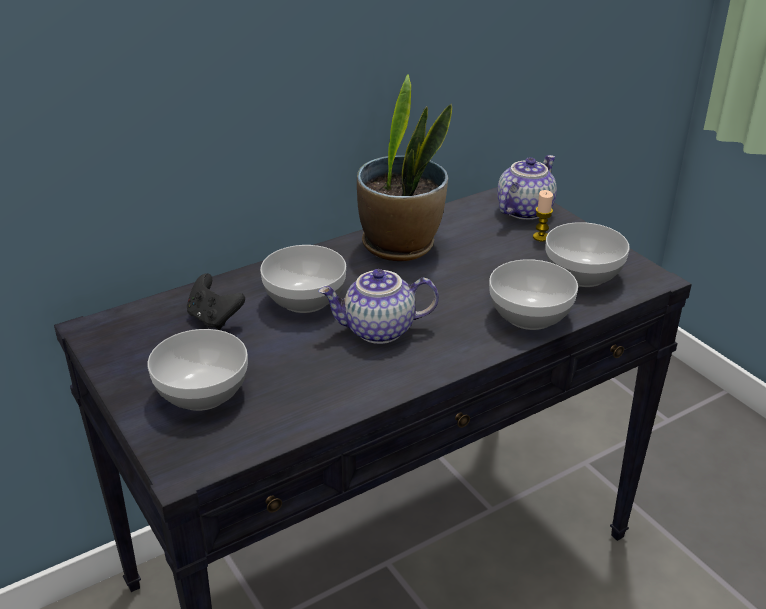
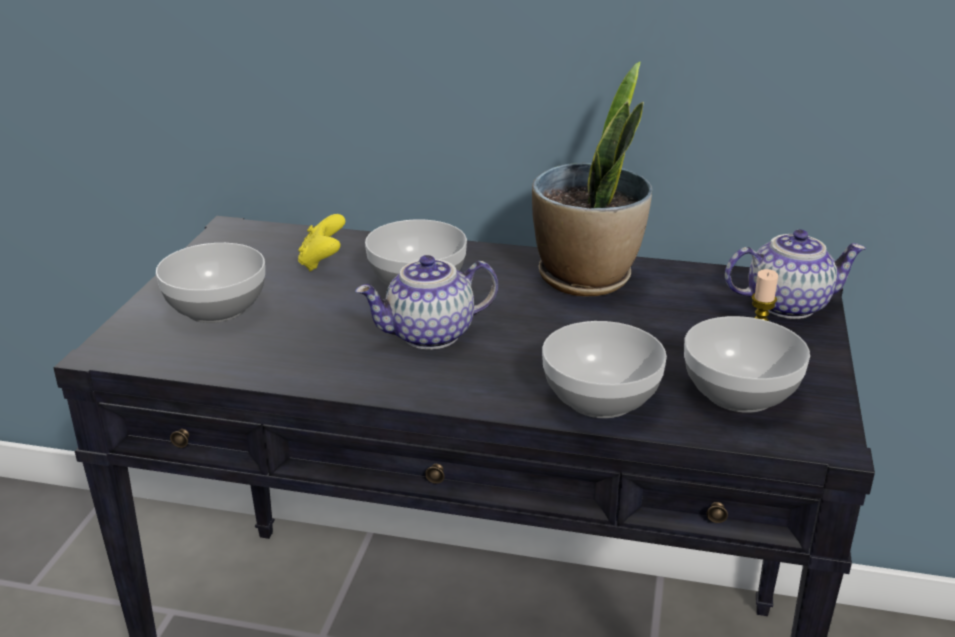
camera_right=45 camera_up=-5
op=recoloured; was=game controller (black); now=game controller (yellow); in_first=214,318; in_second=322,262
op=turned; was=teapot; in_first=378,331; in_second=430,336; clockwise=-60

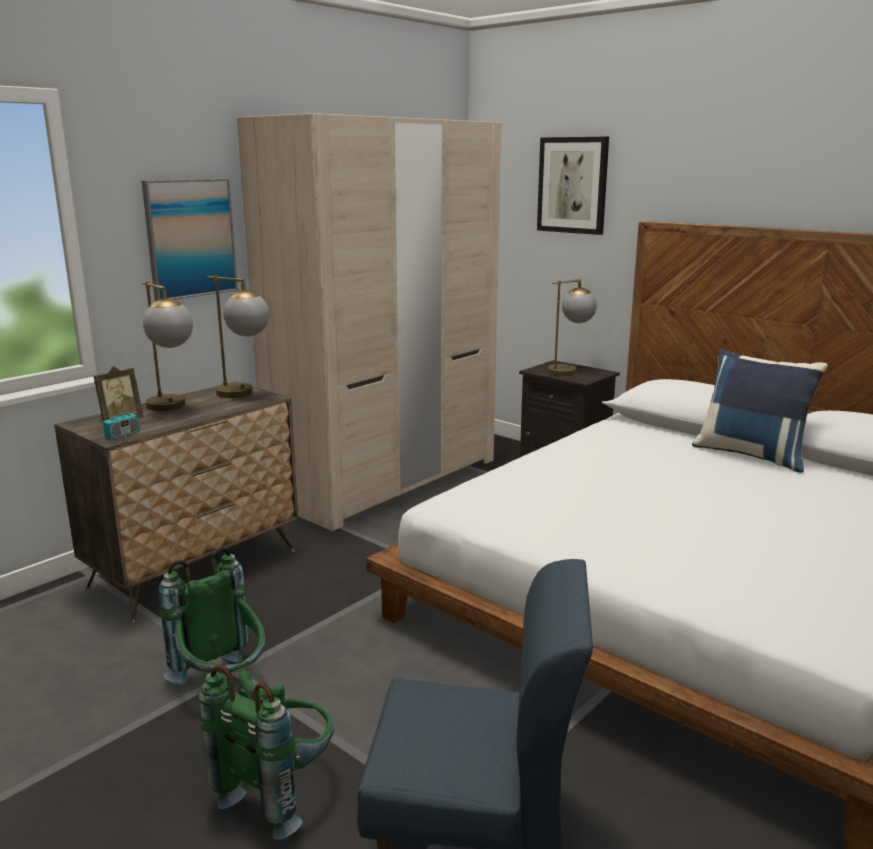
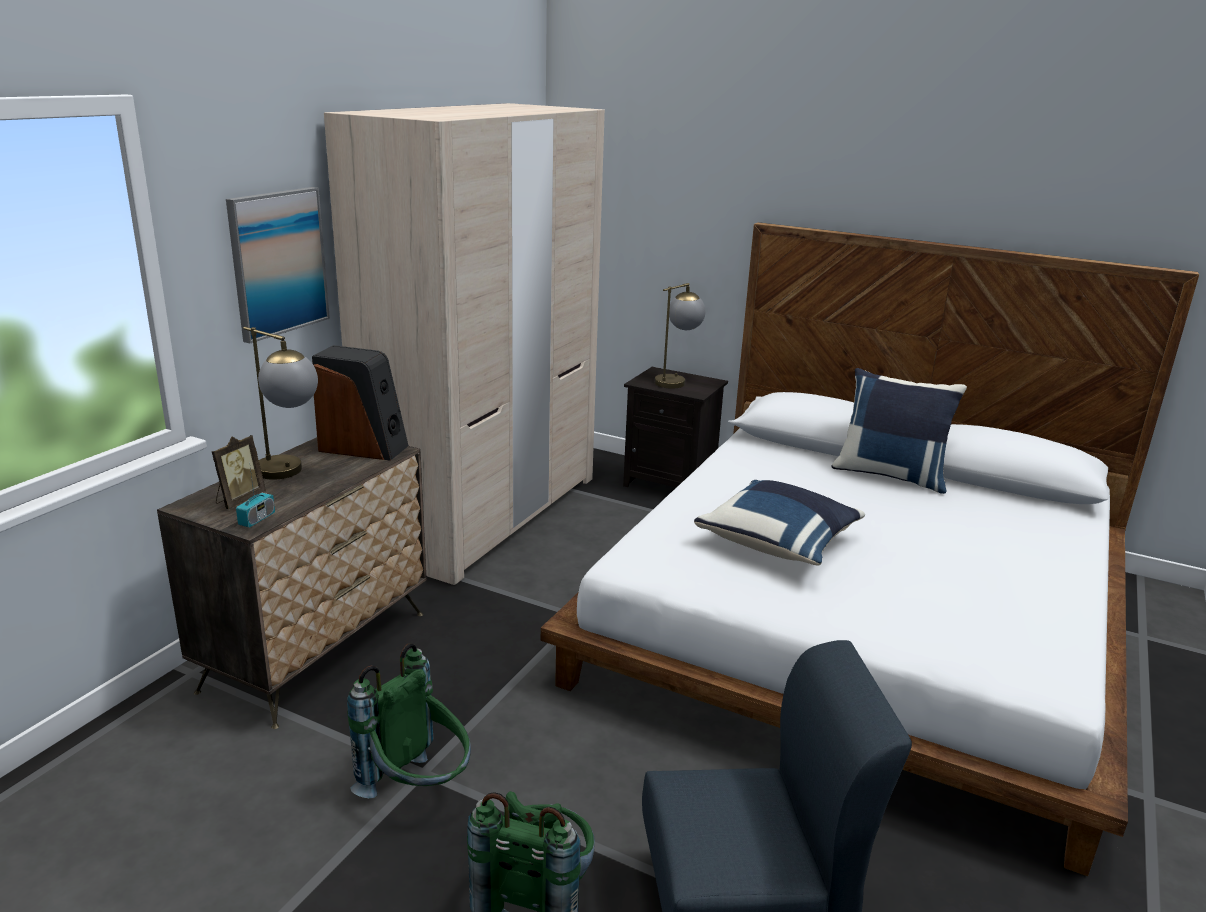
camera_right=-15 camera_up=5
op=replaced; was=table lamp; now=speaker; in_first=245,394; in_second=364,447
op=removed; was=picture; in_first=572,185
op=added; now=pillow (blue); in_second=779,543

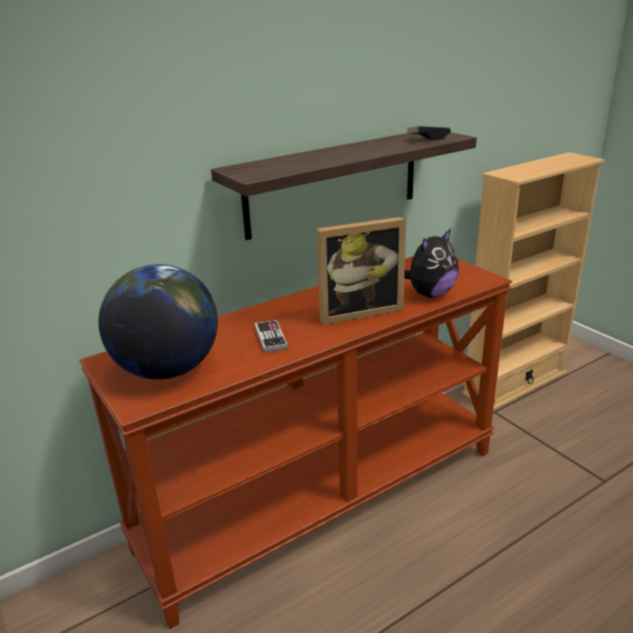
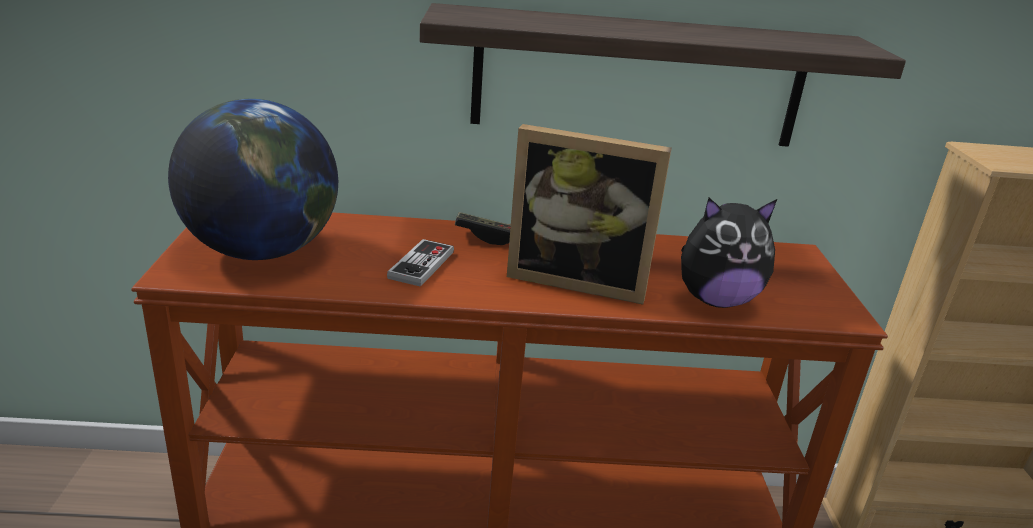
camera_right=30 camera_up=0
op=moved; was=game controller; in_first=428,138; in_second=487,237

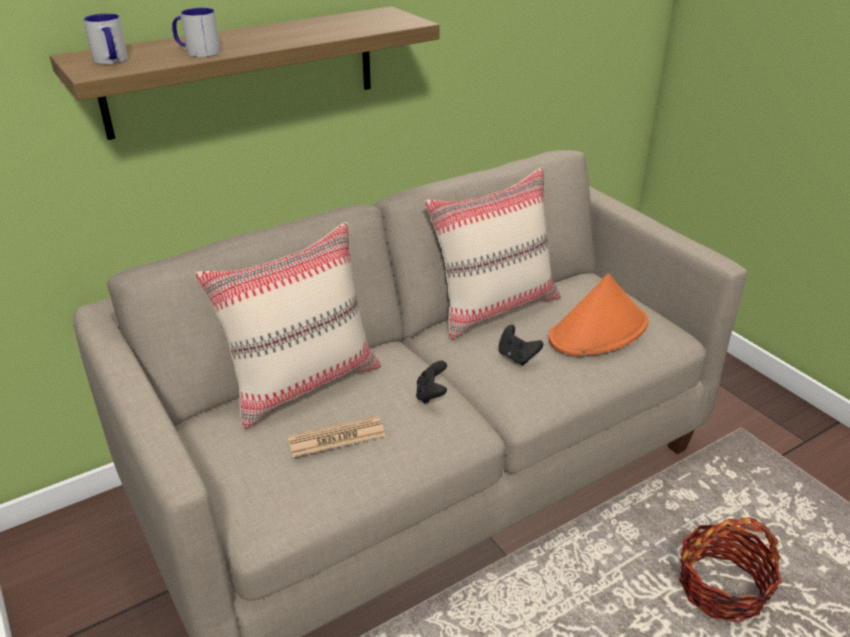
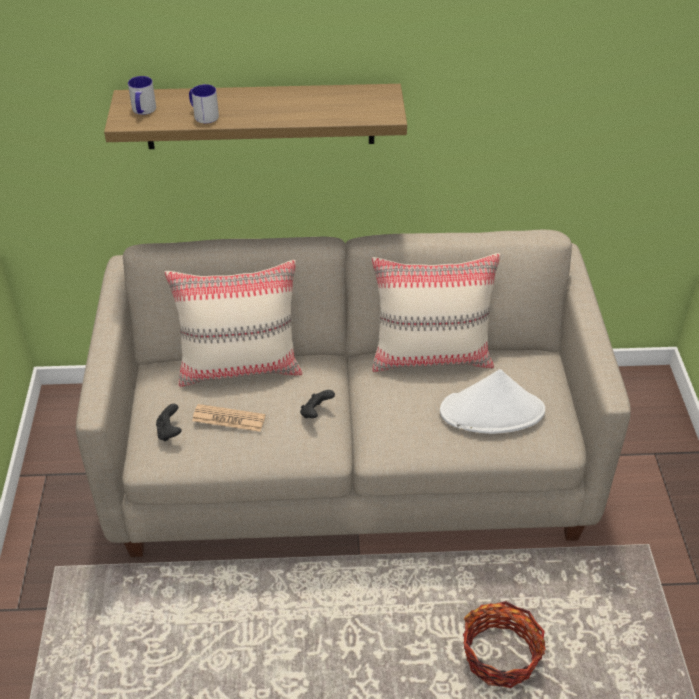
camera_right=30 camera_up=10
op=moved; was=game controller (black); in_first=517,357; in_second=169,432
op=recoloured; was=hat (orange); now=hat (white); in_first=599,331; in_second=492,411

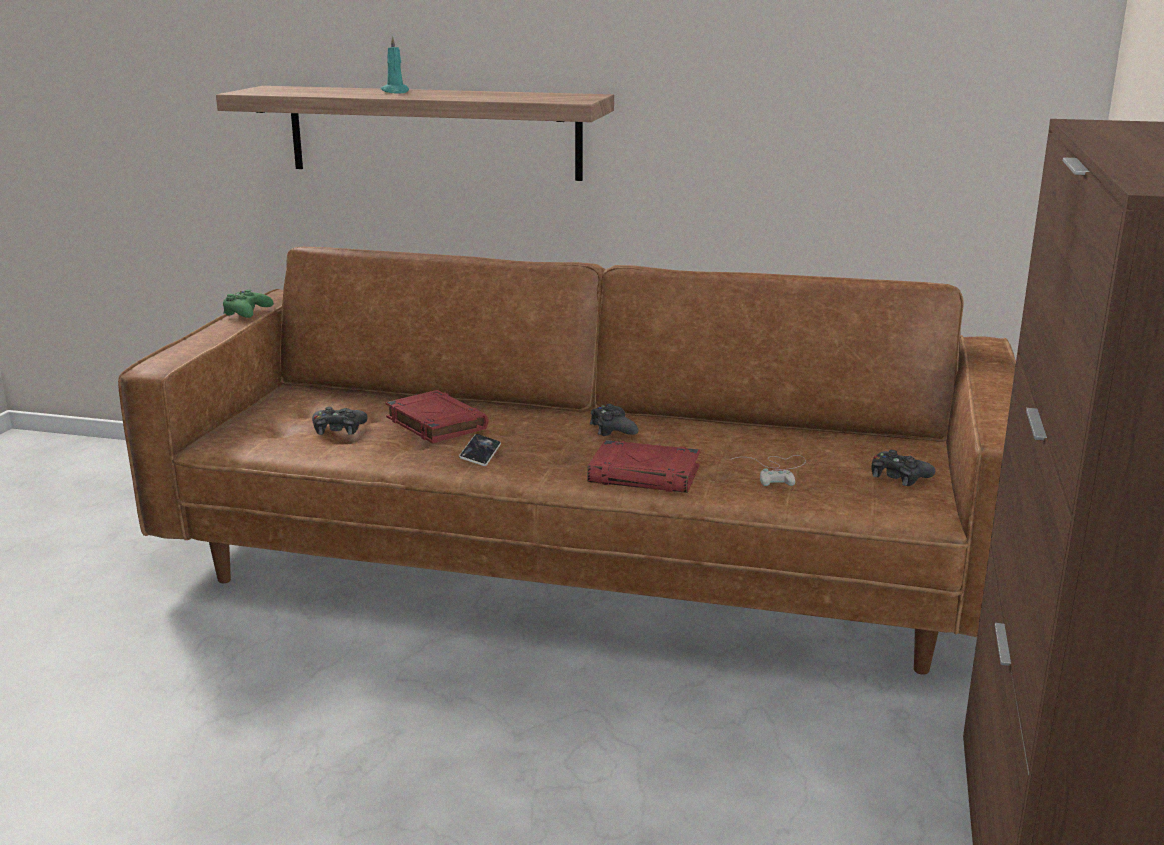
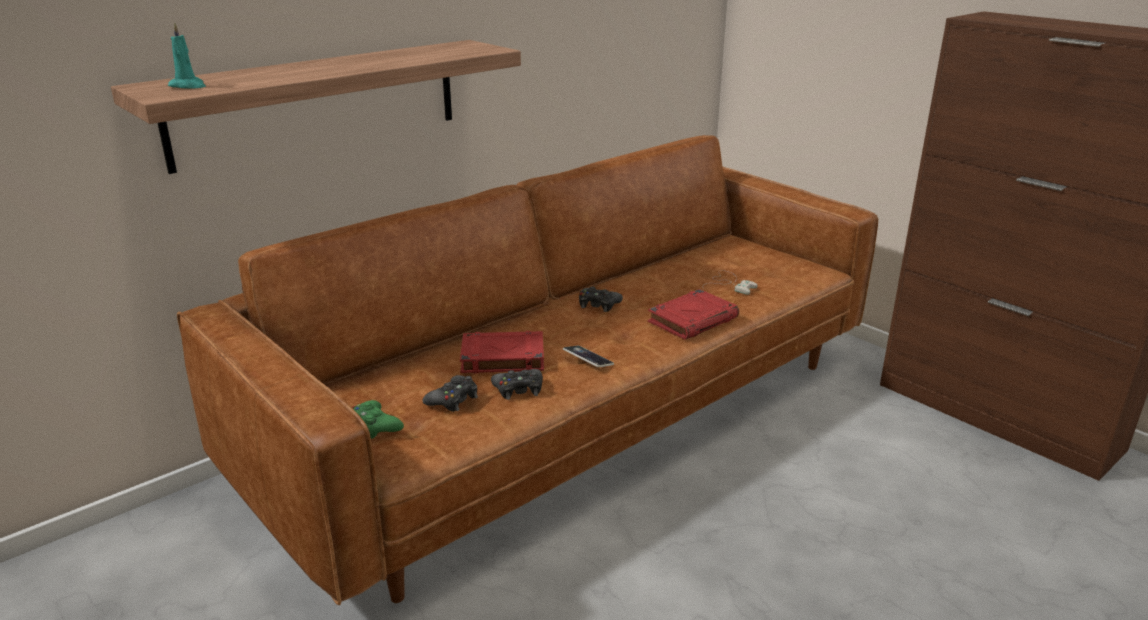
camera_right=-55 camera_up=5
op=moved; was=game controller (green); in_first=247,312; in_second=374,426
op=moved; was=candle (turquoise); in_first=395,92; in_second=188,86
op=moved; was=game controller (black); in_first=898,476; in_second=518,389

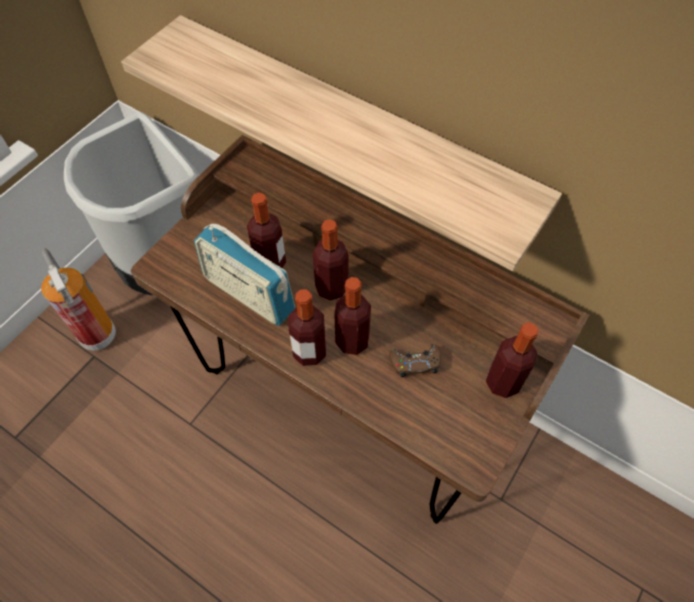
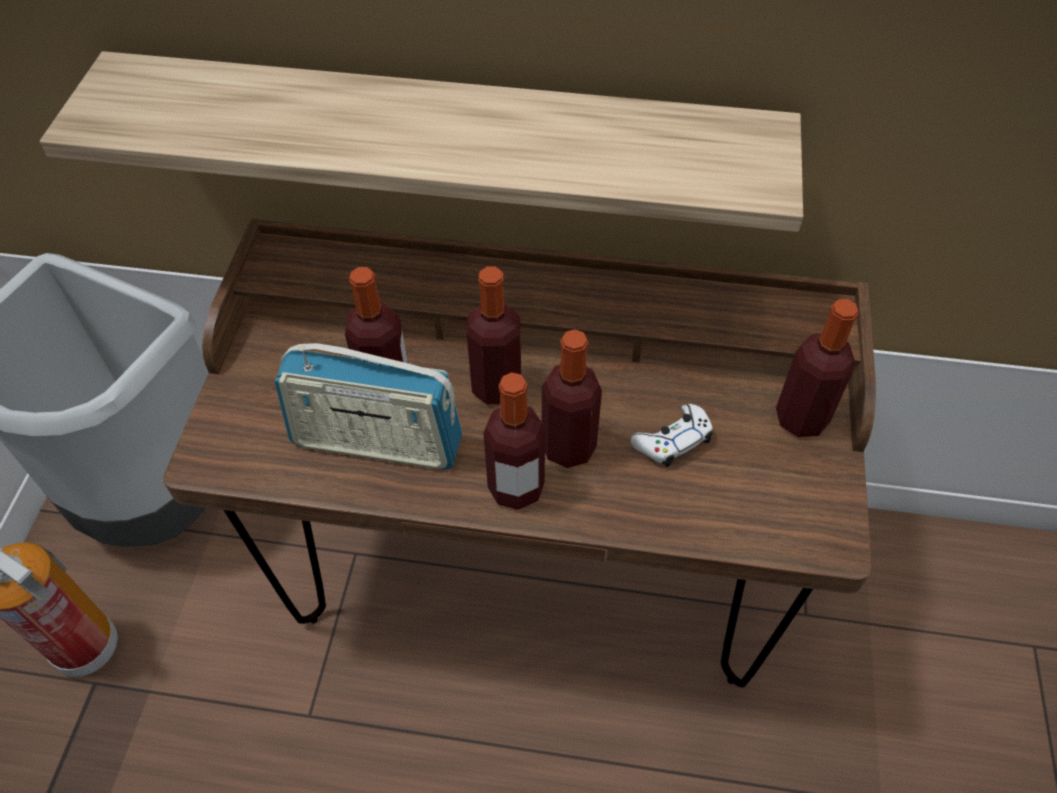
camera_right=-25 camera_up=-5
op=recoloured; was=game controller (brown); now=game controller (white); in_first=415,362; in_second=672,440

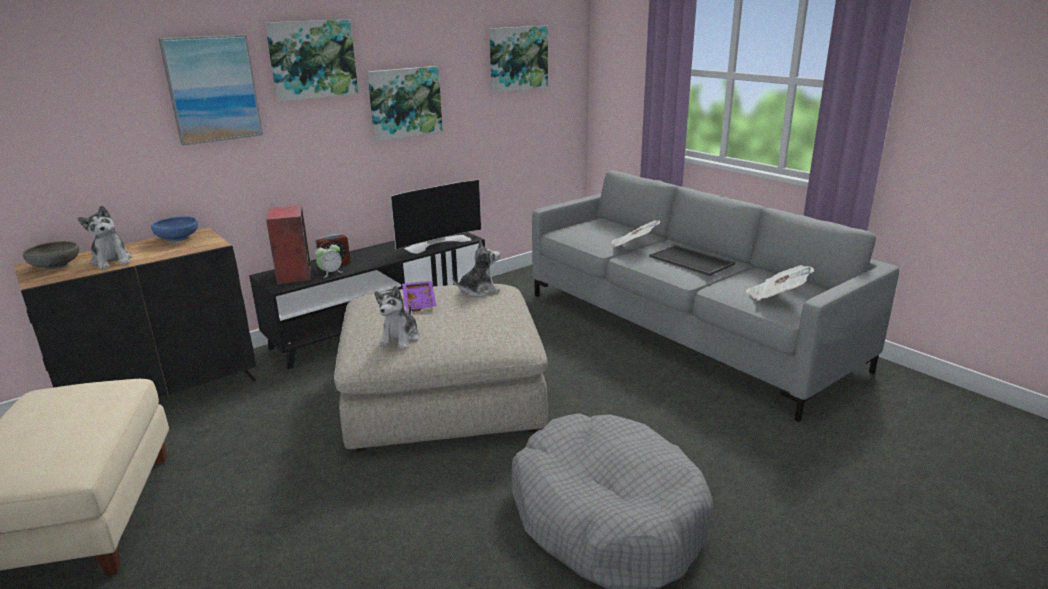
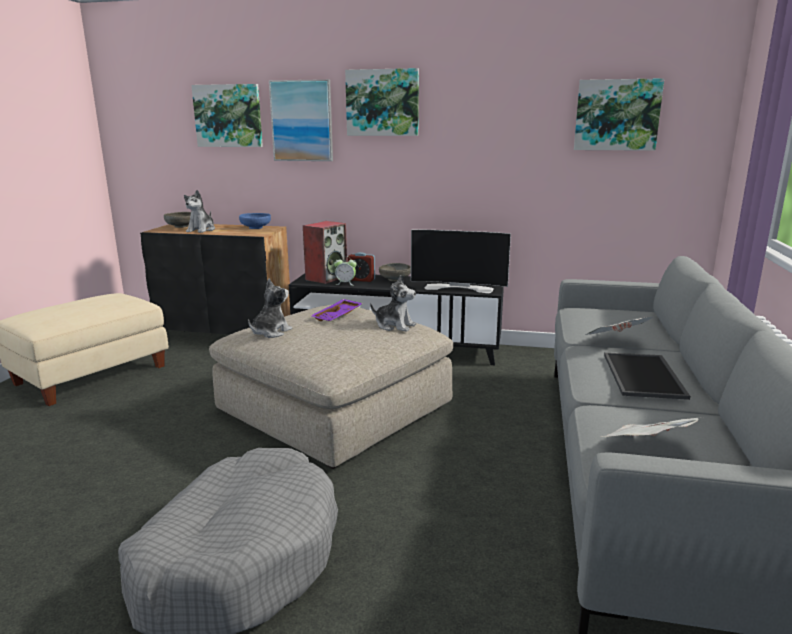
camera_right=50 camera_up=-5
op=moved; was=picture; in_first=405,102; in_second=228,116
op=turned; was=plush toy; in_first=400,338; in_second=270,332; clockwise=150
op=added; now=bowl (grey); in_second=395,279

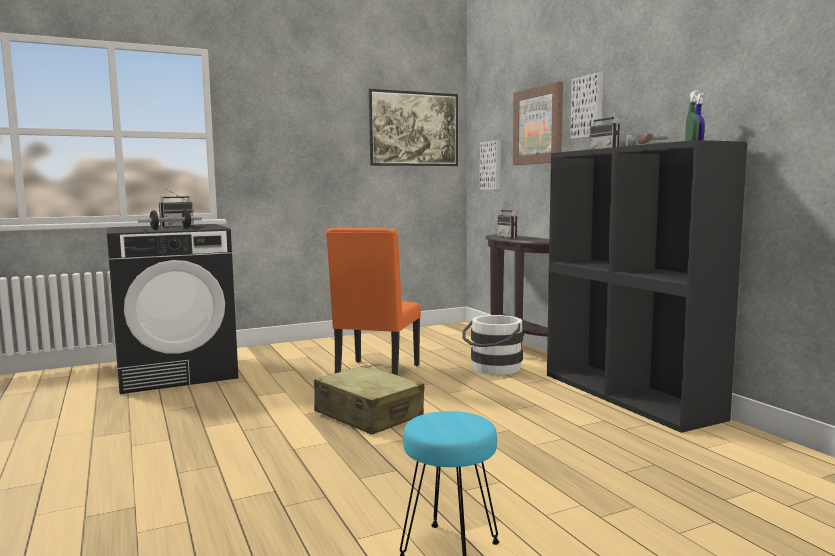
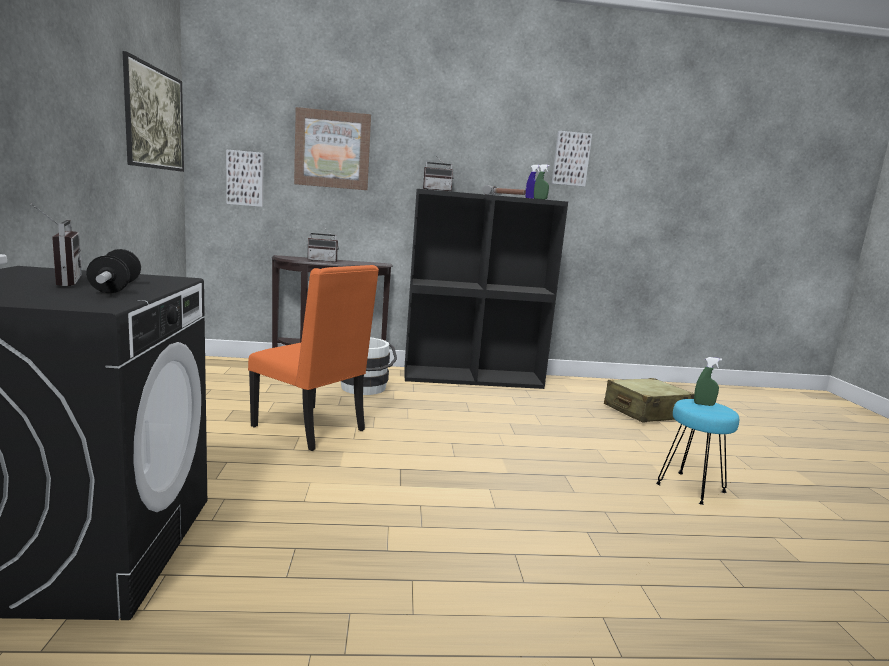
camera_right=-70 camera_up=5
op=moved; was=suitcase (beige); in_first=368,415; in_second=645,412
op=moved; was=picture; in_first=588,107; in_second=570,159
op=added; now=spray bottle (green); in_second=703,404

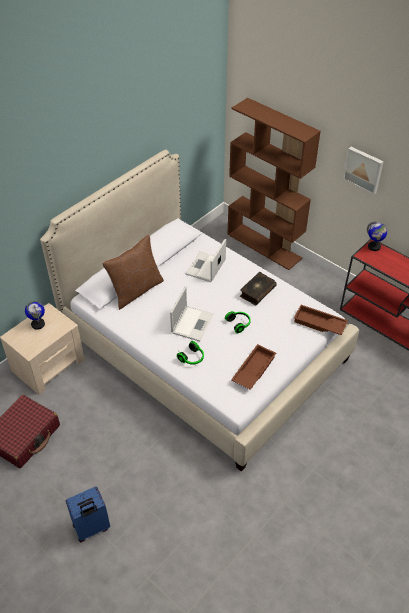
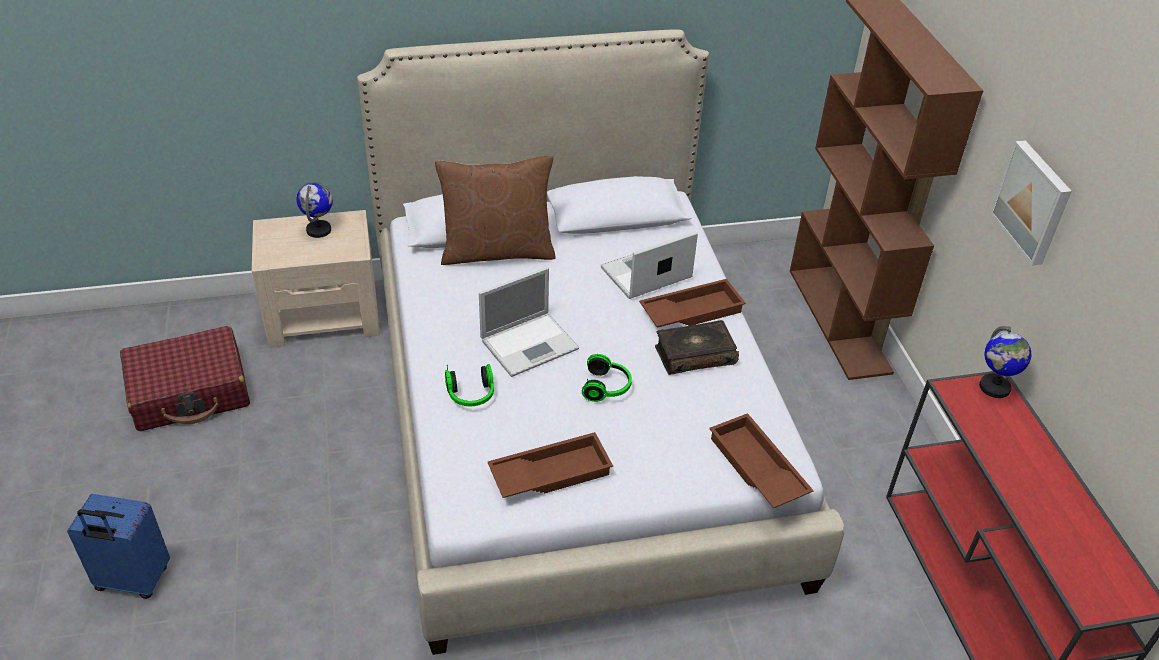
camera_right=35 camera_up=-5
op=added; now=tray (brown); in_second=691,310

